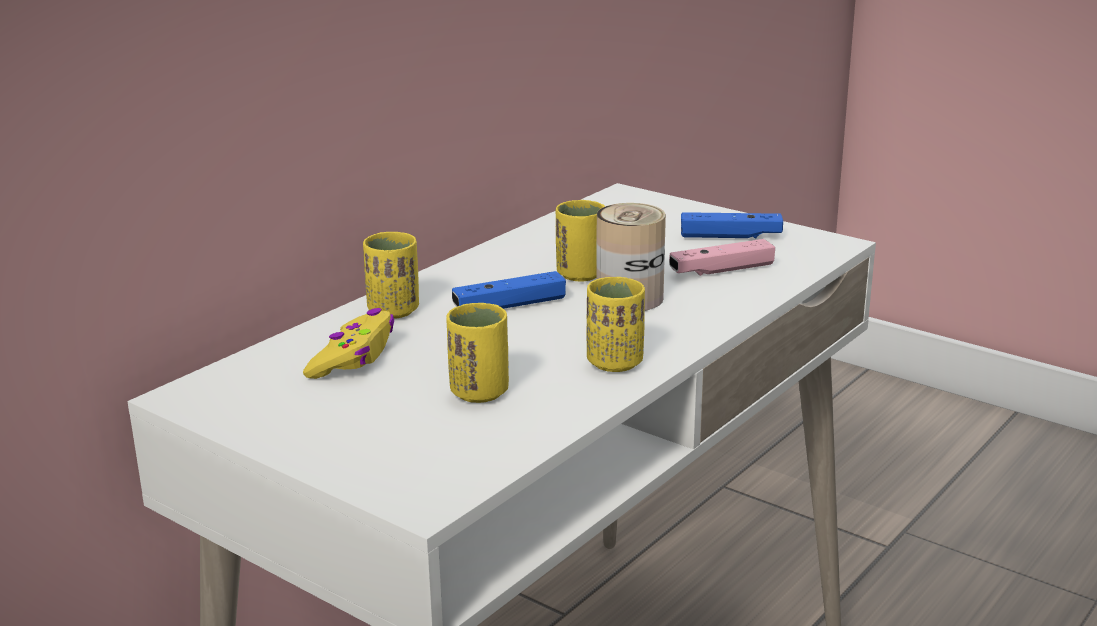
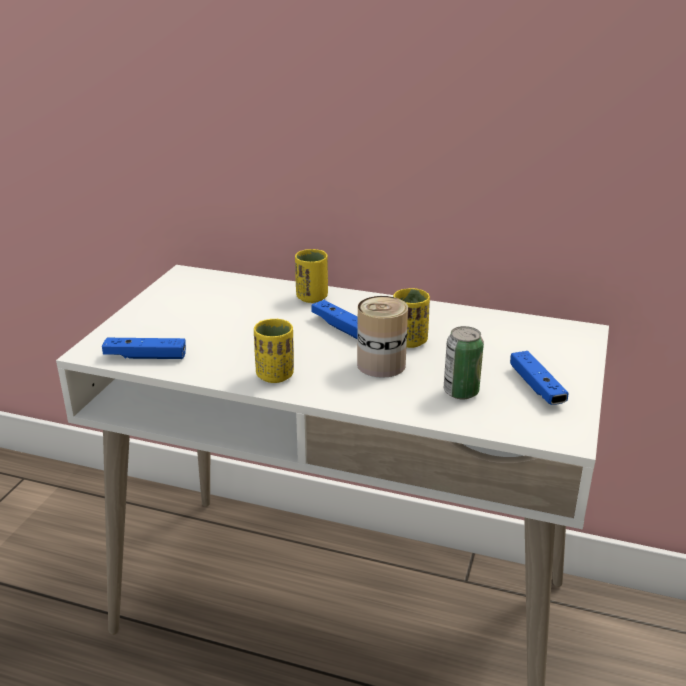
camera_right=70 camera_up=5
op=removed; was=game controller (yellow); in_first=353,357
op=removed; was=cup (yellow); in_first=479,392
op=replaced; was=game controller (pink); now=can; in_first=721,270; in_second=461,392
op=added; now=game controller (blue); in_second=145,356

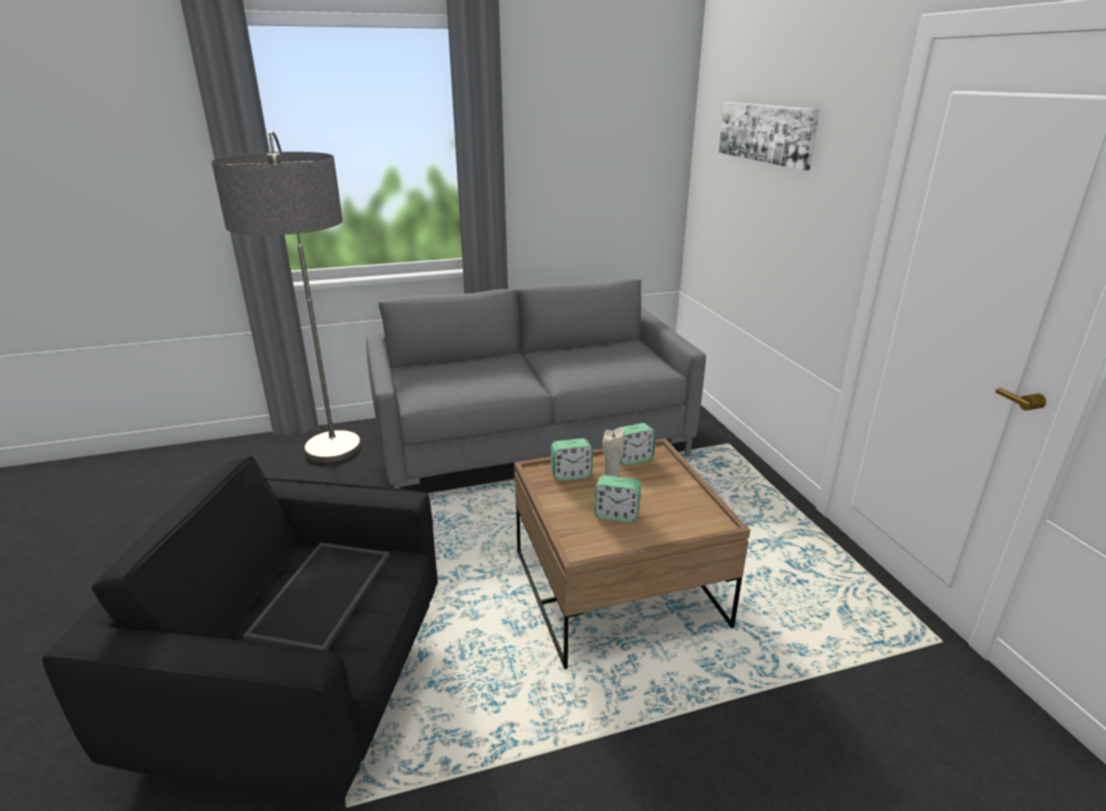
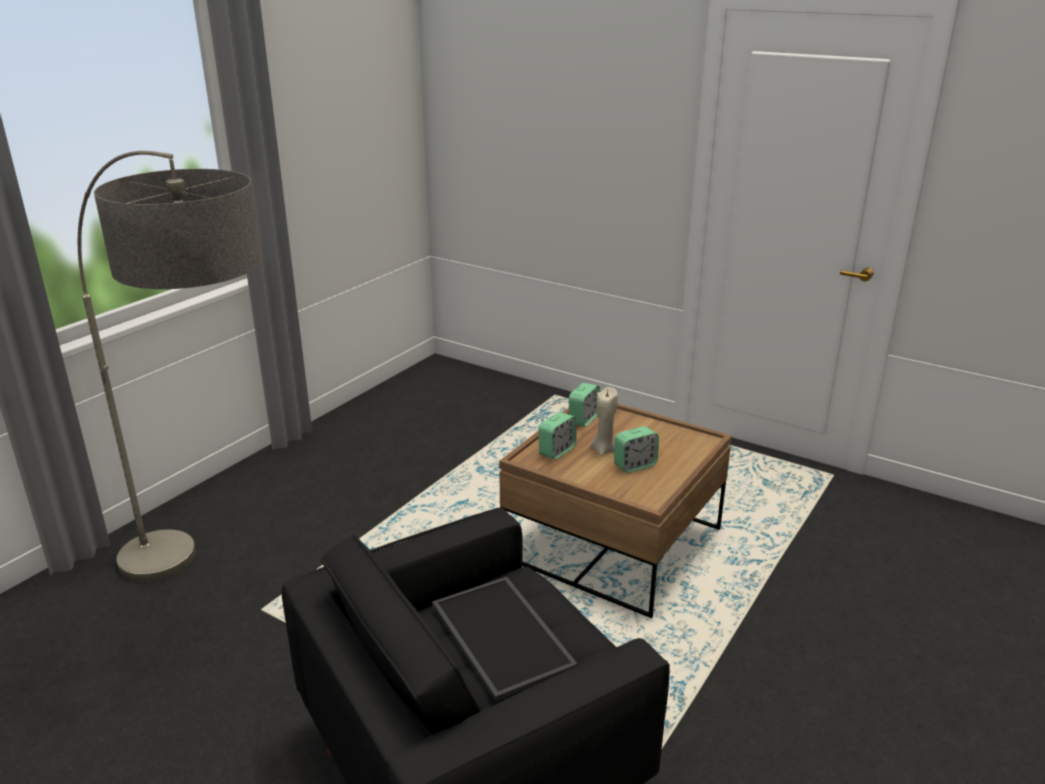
camera_right=-40 camera_up=0
op=removed; was=sofa (grey); in_first=532,443
op=removed; was=picture; in_first=766,133

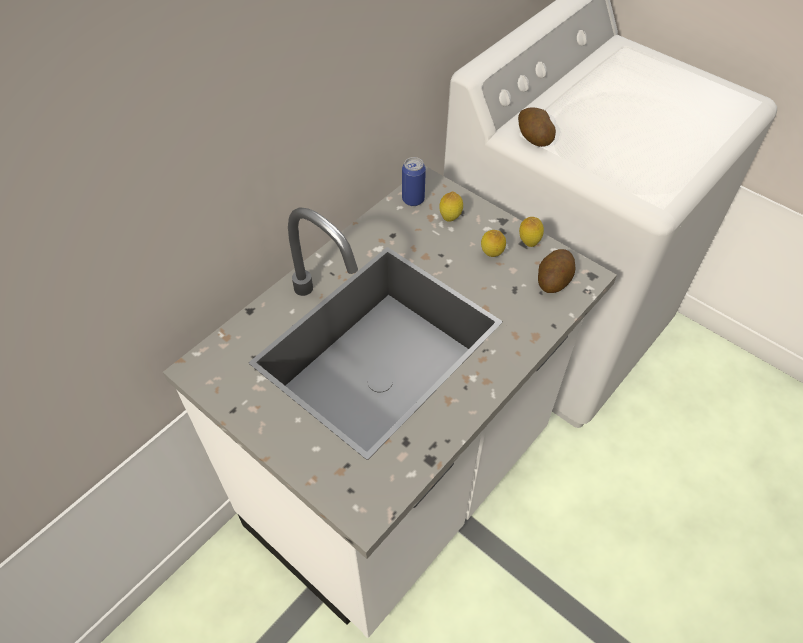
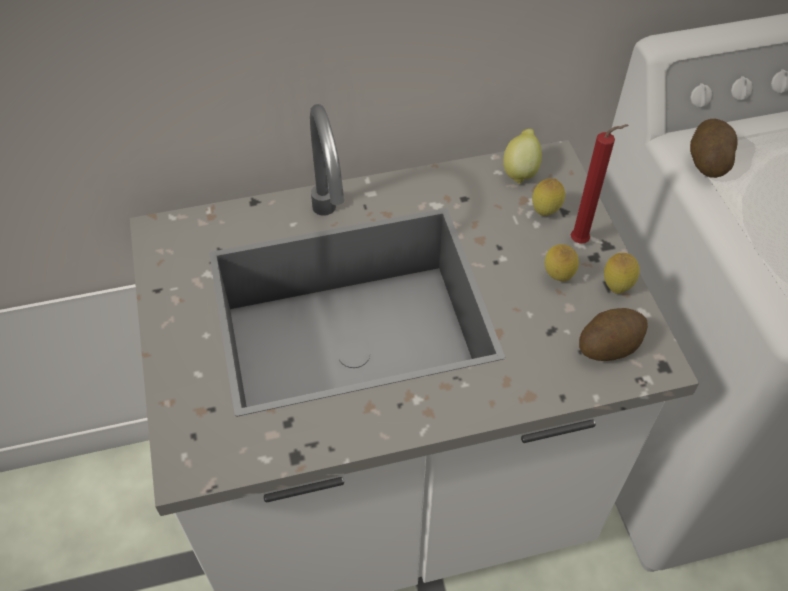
camera_right=35 camera_up=0
op=replaced; was=can; now=lemon; in_first=413,200; in_second=520,171
op=added; now=candle (red); in_second=582,242

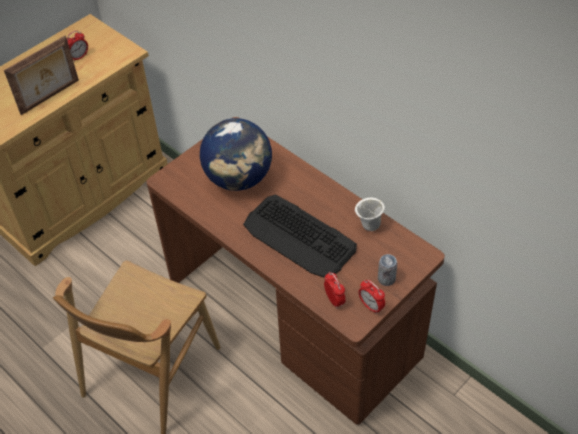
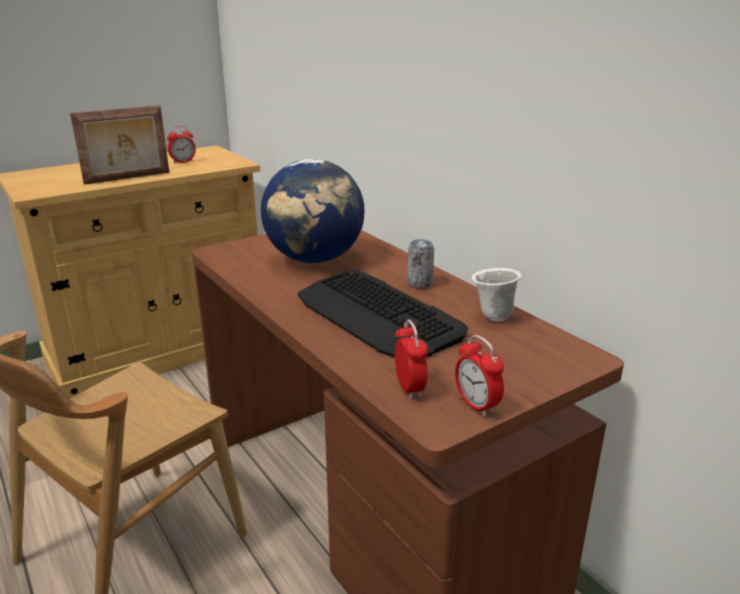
camera_right=10 camera_up=-25
op=moved; was=can; in_first=386,279; in_second=419,284

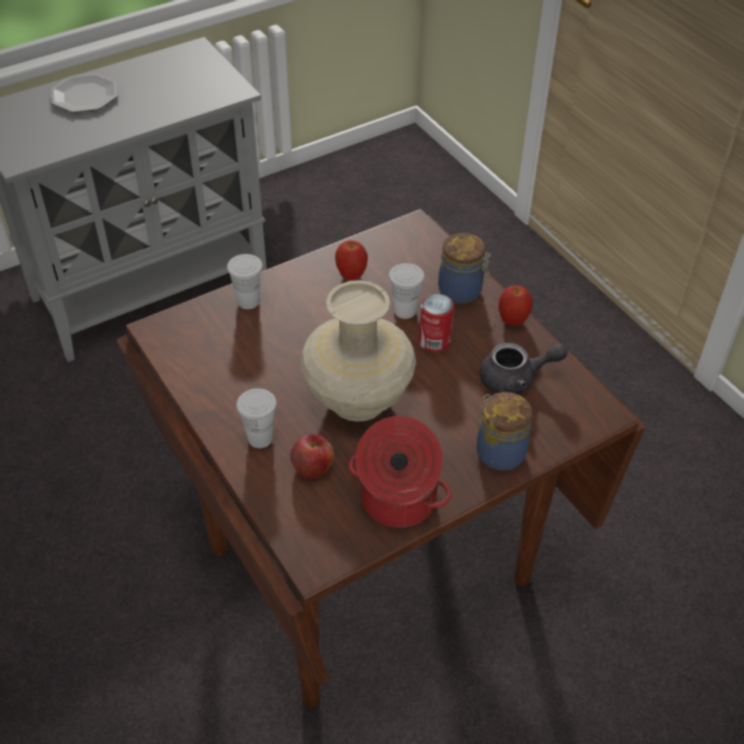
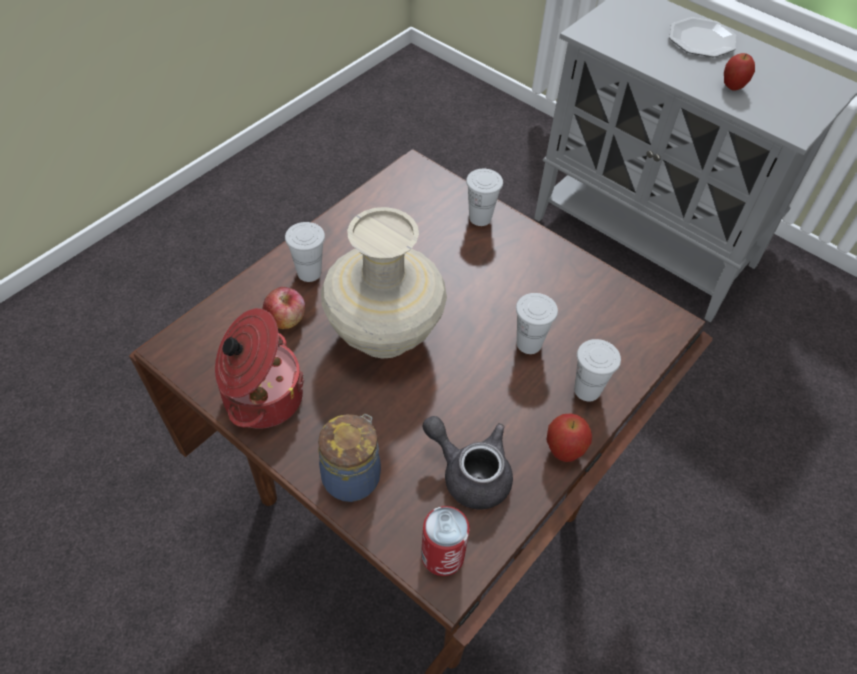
camera_right=70 camera_up=5
op=moved; was=apple; in_first=351,276; in_second=732,87
op=moved; was=can; in_first=434,341; in_second=442,555
op=replaced; was=jar; now=cup (white); in_first=462,291; in_second=587,390
op=turned; was=teapot (grey); in_first=516,379; in_second=469,473; clockwise=150

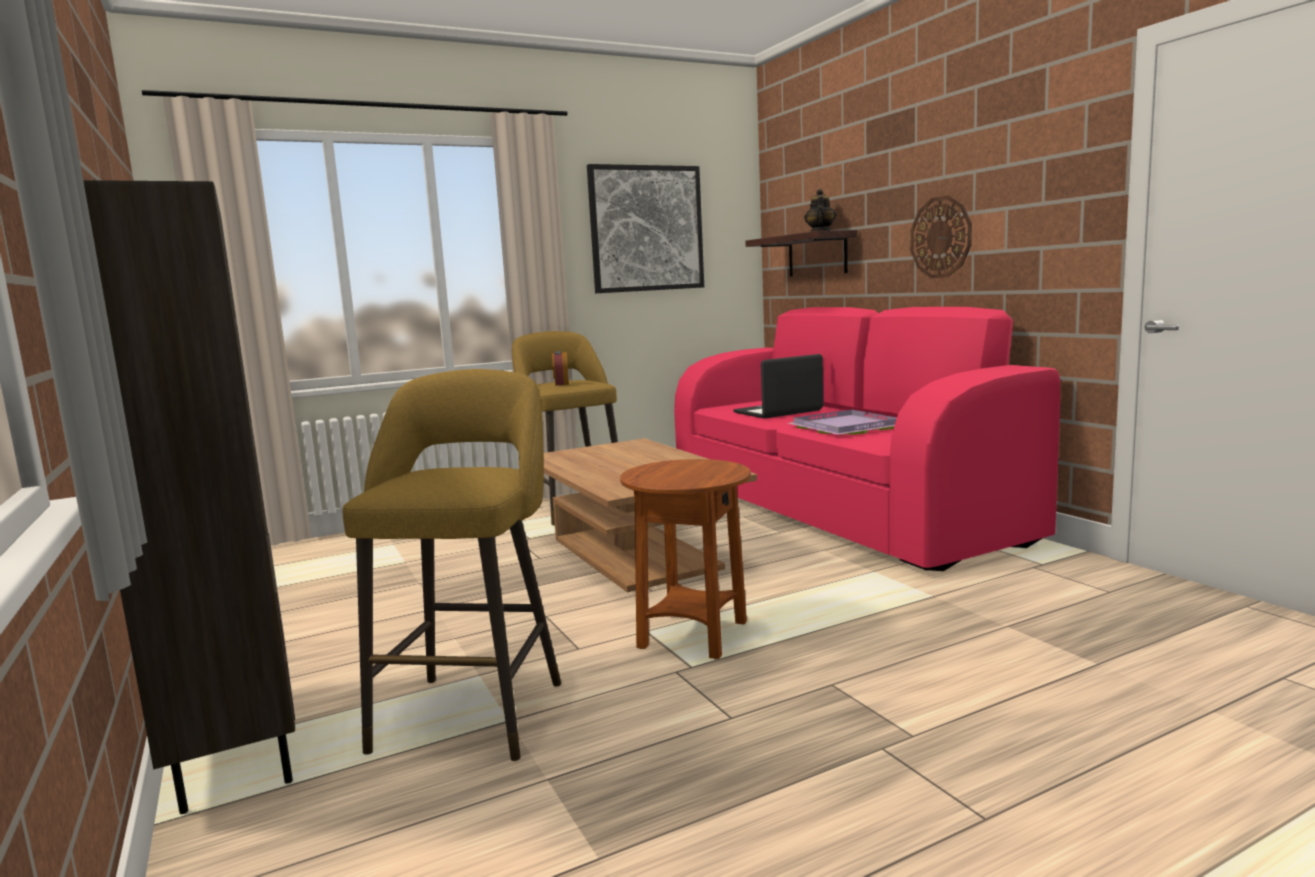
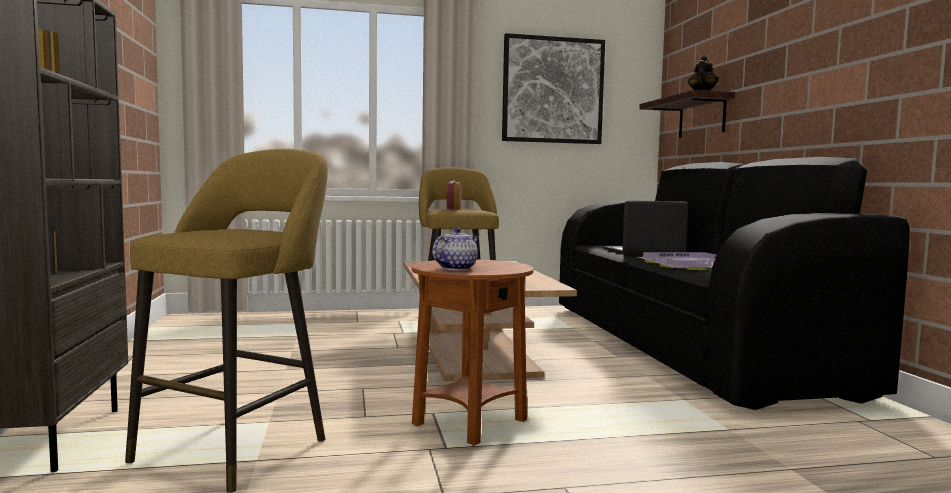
camera_right=15 camera_up=-5
op=recoloured; was=sofa (pink); now=sofa (black); in_first=834,507; in_second=684,345
op=removed; was=wall clock; in_first=941,237
op=added; now=teapot; in_second=456,268

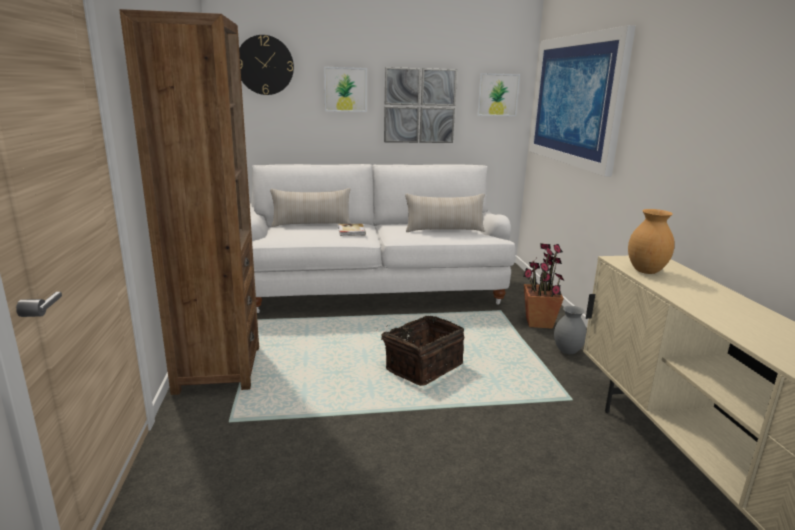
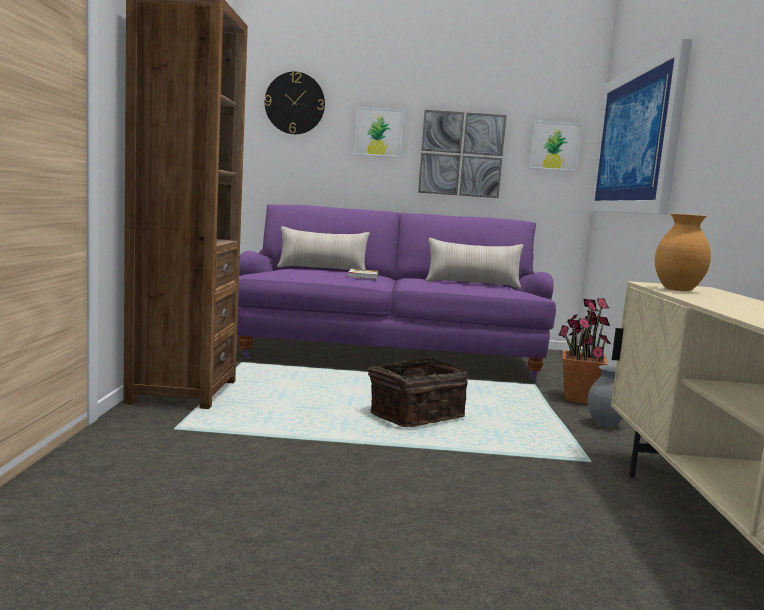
camera_right=10 camera_up=-10
op=recoloured; was=sofa (white); now=sofa (purple); in_first=374,288; in_second=389,353

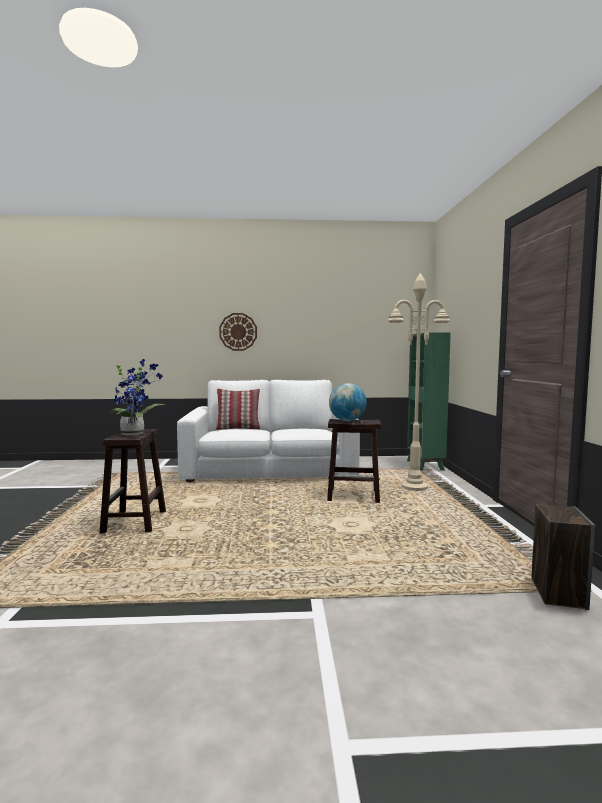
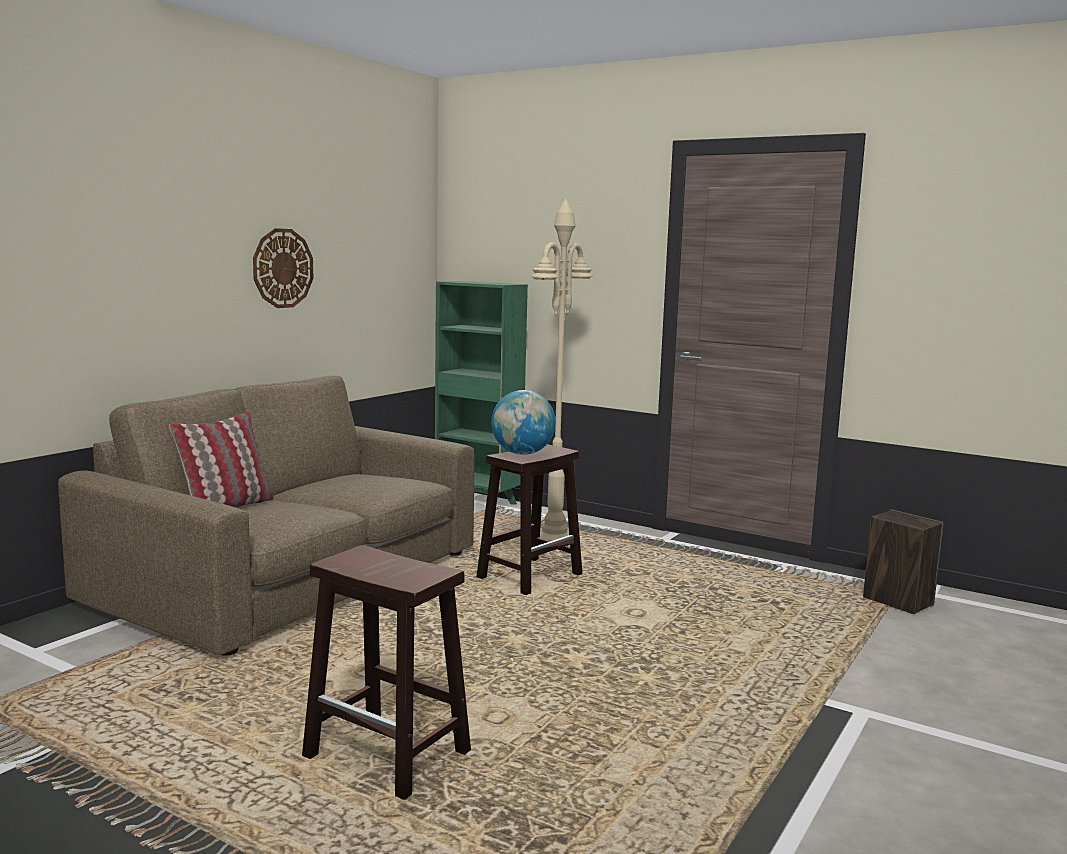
camera_right=-55 camera_up=5
op=removed; was=potted plant; in_first=135,433
op=recoloured; was=sofa (white); now=sofa (brown); in_first=270,469; in_second=292,578
op=moved; was=wall clock; in_first=238,332; in_second=282,268

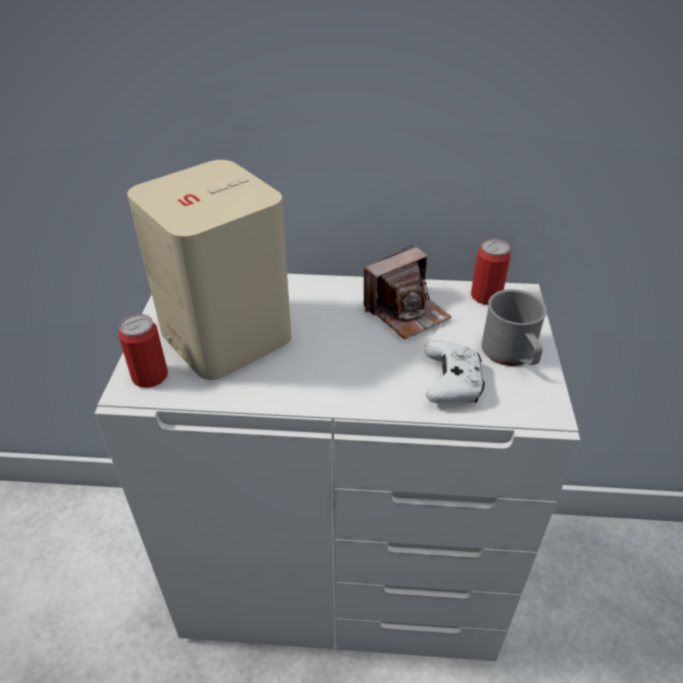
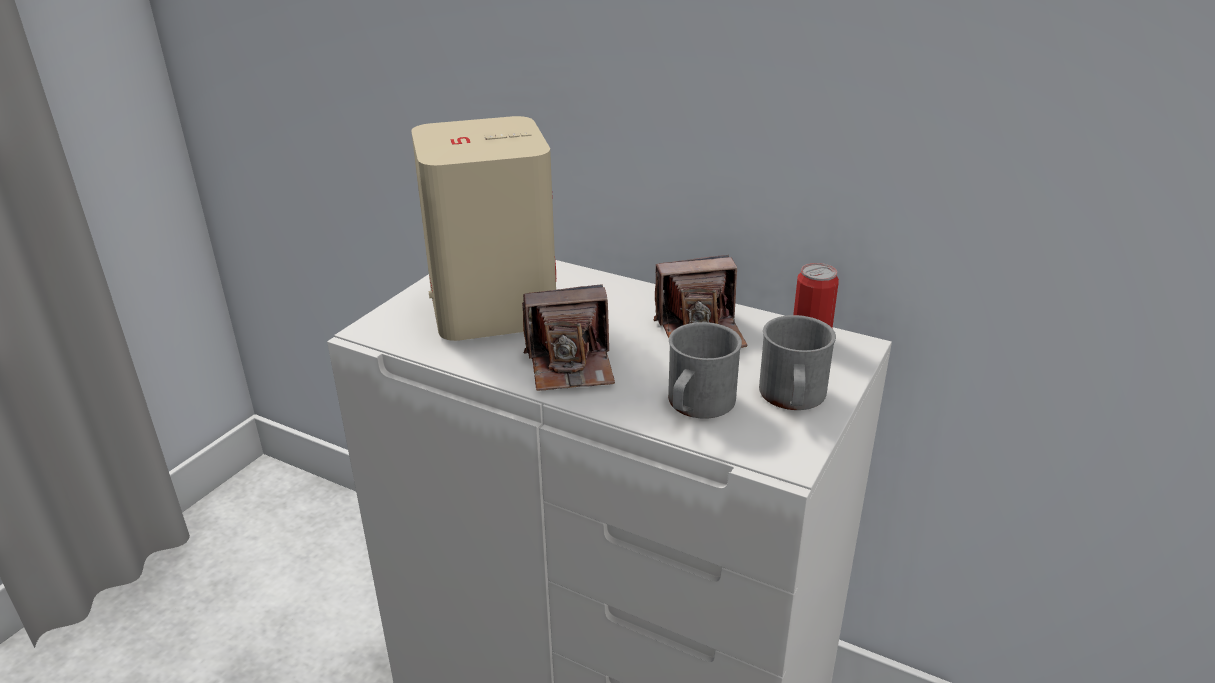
camera_right=25 camera_up=-10
op=removed; was=can; in_first=150,376
op=replaced; was=game controller (white); now=mug (grey); in_first=452,383; in_second=696,406
op=added; now=photo camera; in_second=571,365

